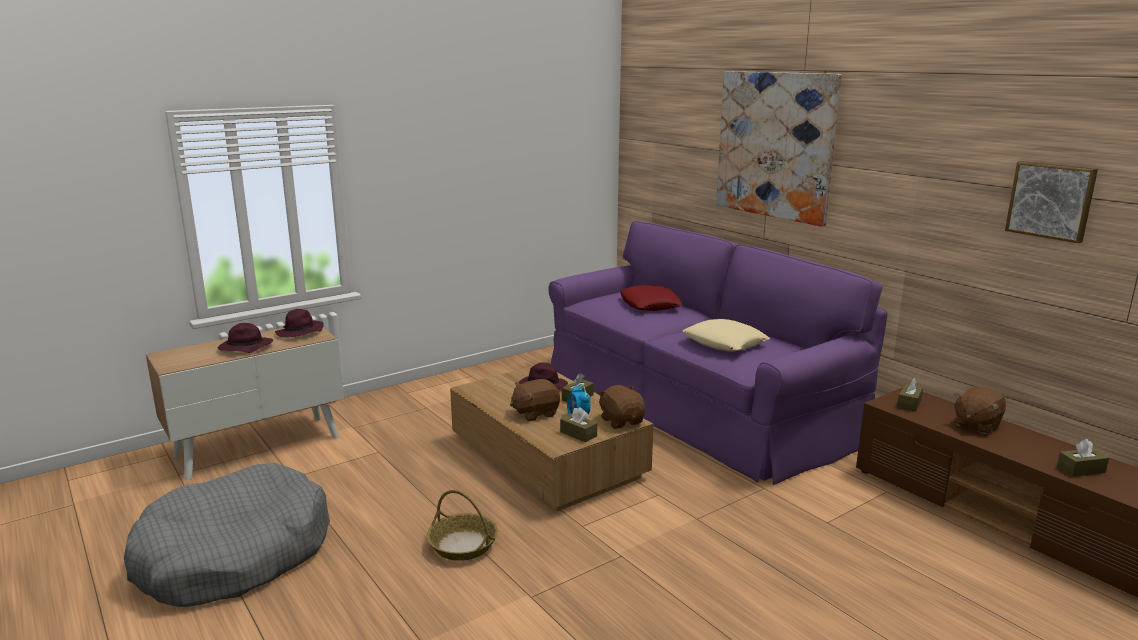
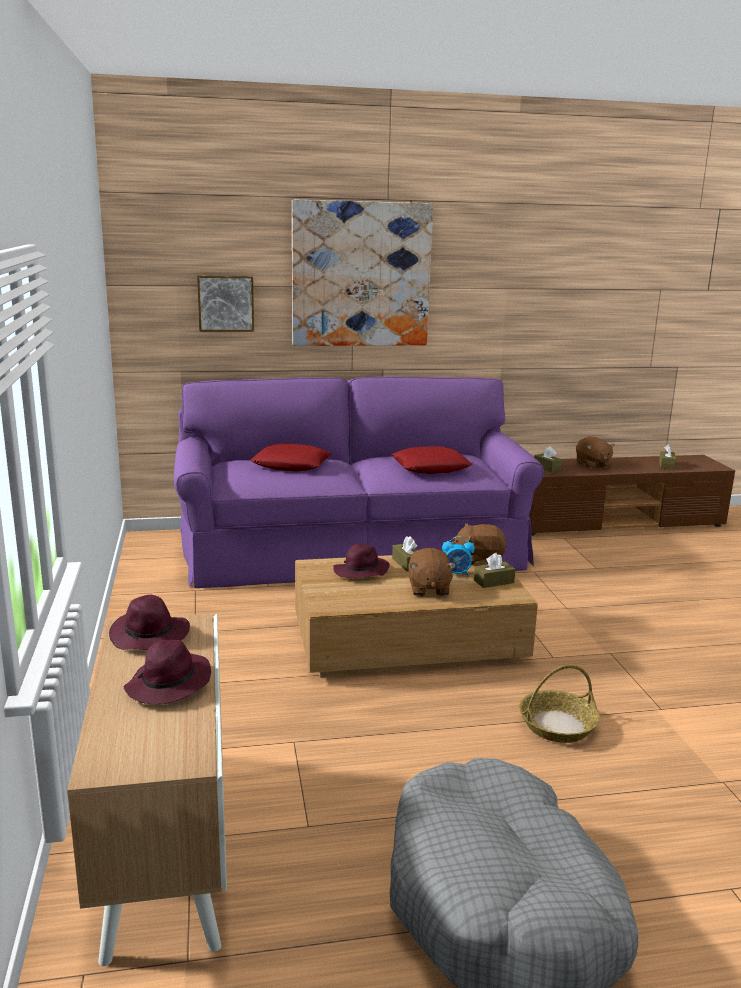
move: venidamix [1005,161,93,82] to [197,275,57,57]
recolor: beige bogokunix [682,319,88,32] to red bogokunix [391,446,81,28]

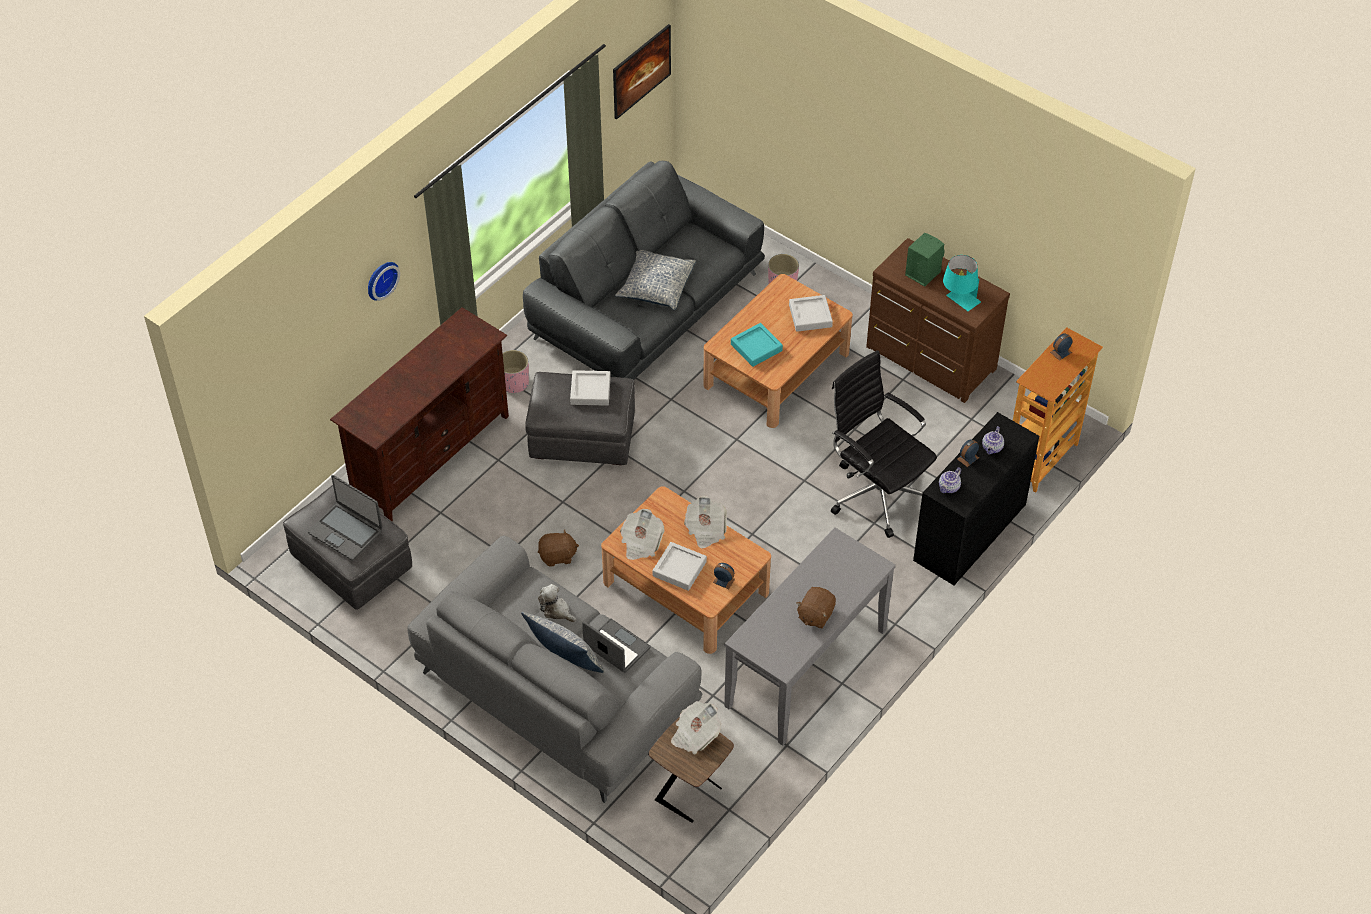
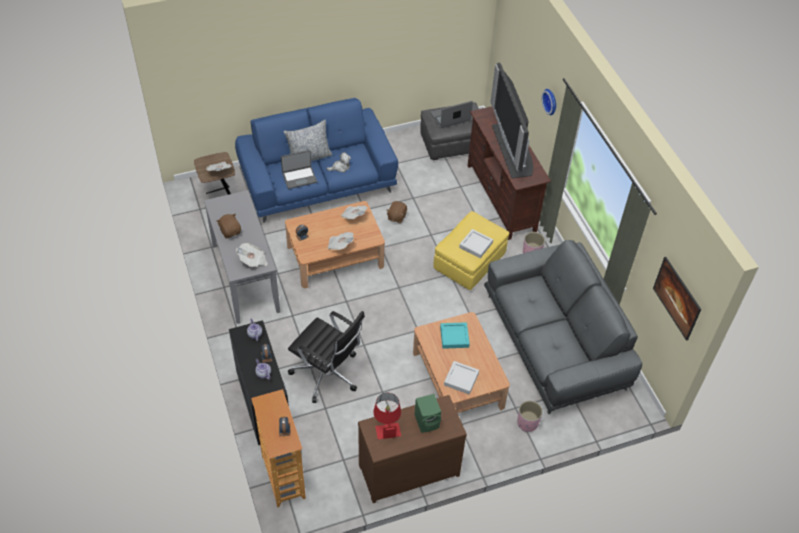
delete: bogokunix [615,250,81,60]; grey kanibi [653,542,54,49]
insert: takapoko [236,243,32,24]; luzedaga [490,63,43,115]
recolor: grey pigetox [407,535,295,268] to blue pigetox [235,98,163,125]; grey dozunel [525,372,110,93] to yellow dozunel [433,211,77,79]; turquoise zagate [943,255,38,56] to red zagate [373,393,28,47]
rotate: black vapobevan [831,350,106,188] = [288,311,77,92] 45 degrees clockwise

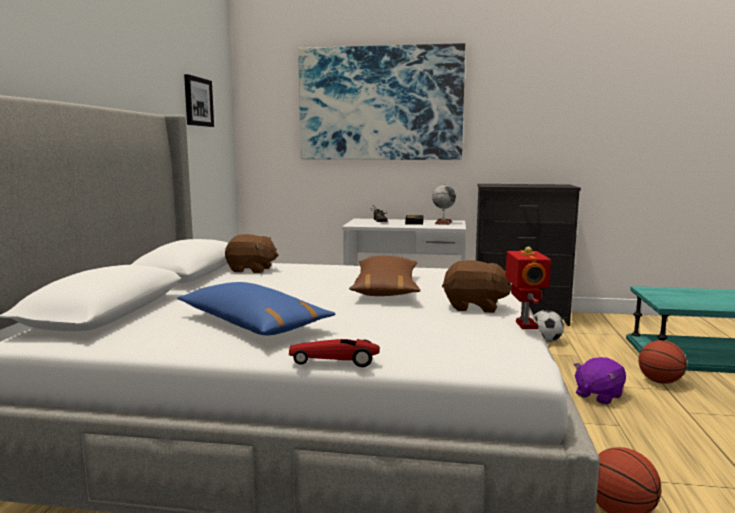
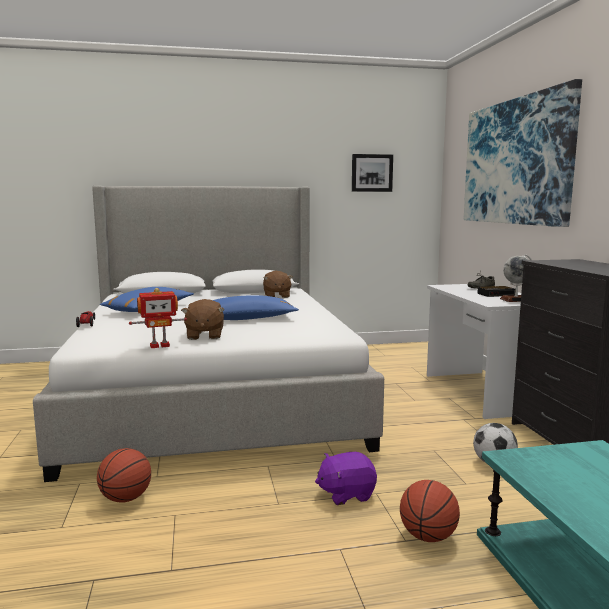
recolor: brown bogokunix [349,256,71,40] to blue bogokunix [213,295,86,25]
rotate: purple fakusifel [574,357,52,47] = [315,452,62,53] 45 degrees counterclockwise

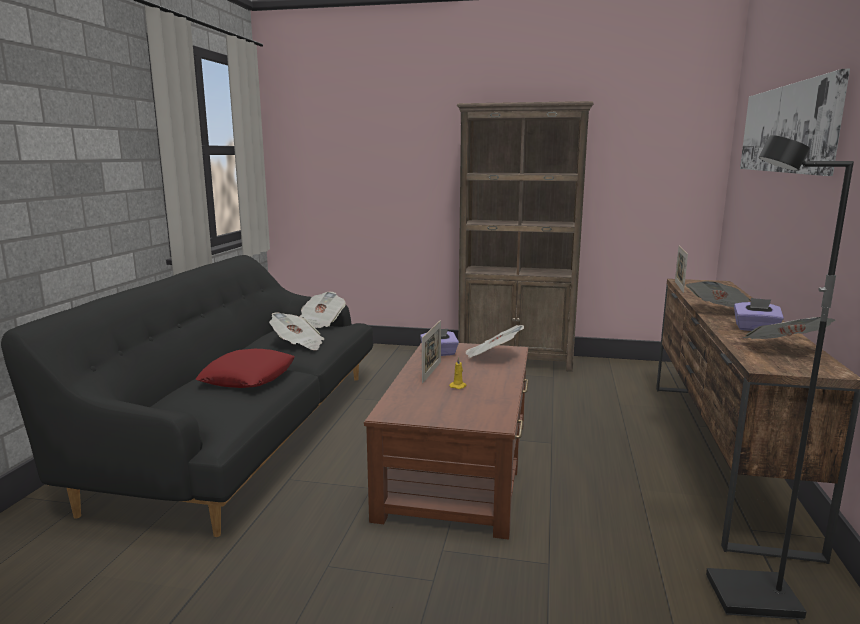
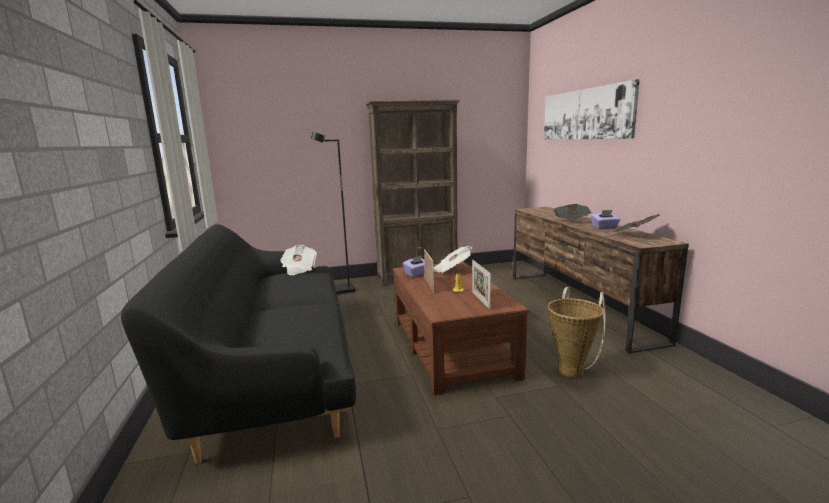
delete: red bogokunix [195,349,100,39]; takapoko [269,312,56,38]
insert: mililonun [548,287,58,91]
move: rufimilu [675,246,13,47] to [472,260,19,49]; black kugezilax [706,135,148,485] to [311,132,45,163]

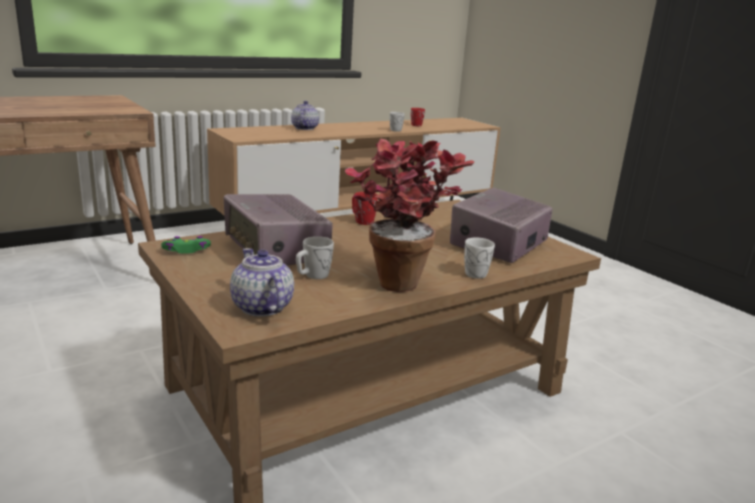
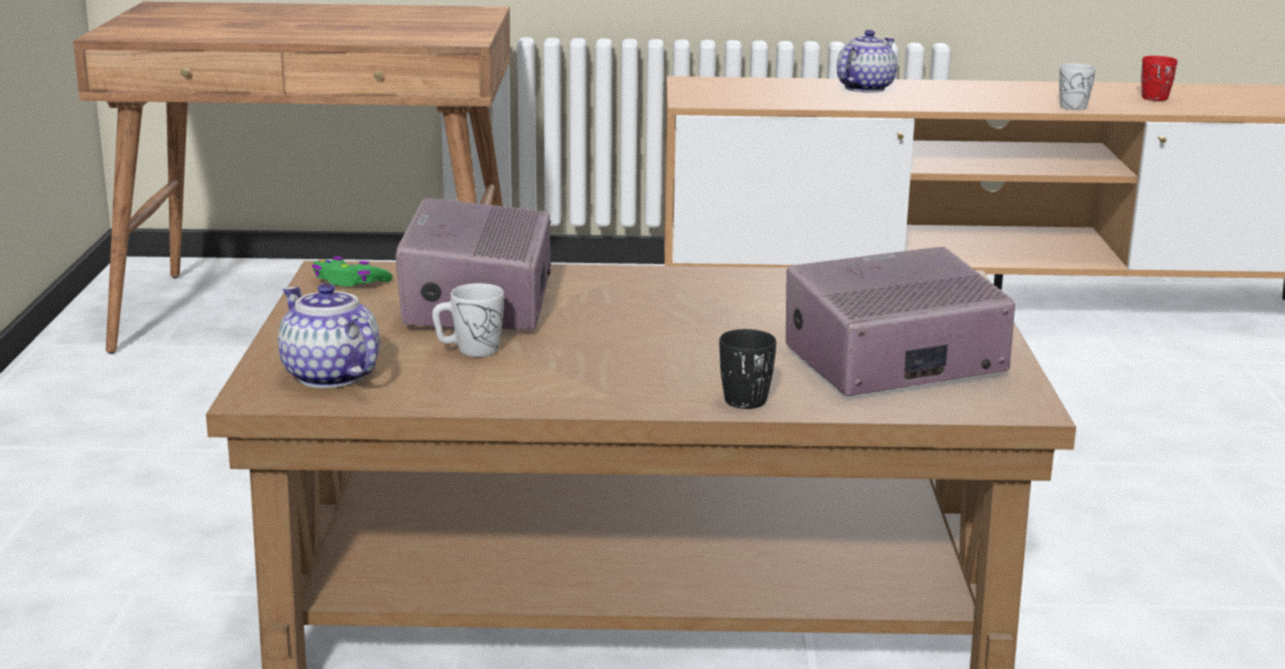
delete: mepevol [345,138,129,154]; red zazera [352,192,26,33]
recolor: white zazera [464,237,31,42] to black zazera [719,329,57,80]
rotate: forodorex [230,248,64,69] = [278,283,102,106] 45 degrees counterclockwise

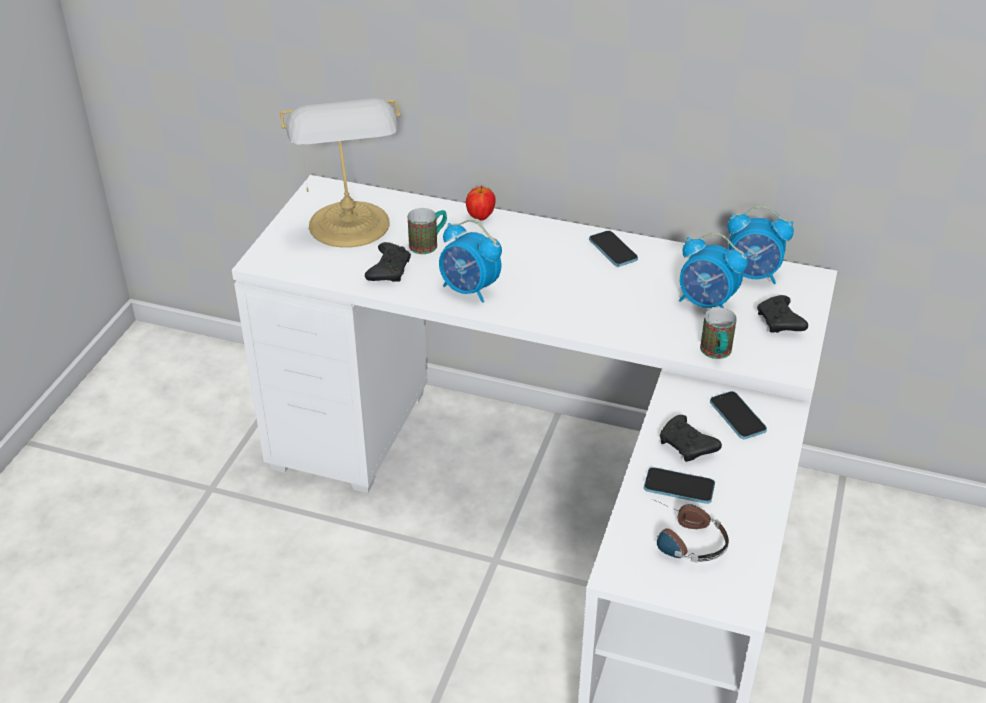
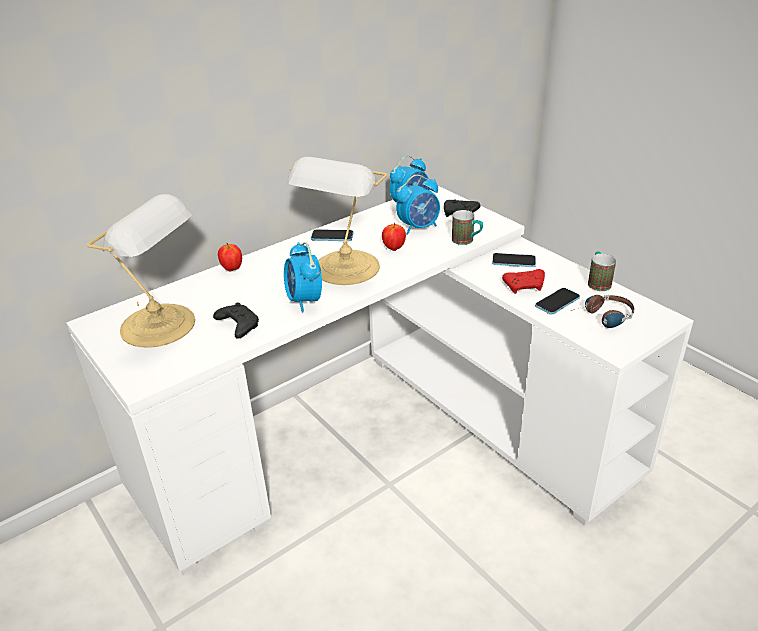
insert: zagate [287,157,101,128]; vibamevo [382,223,24,28]
move: zazera [408,208,39,46] to [588,251,28,40]
recolor: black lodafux [660,415,62,47] to red lodafux [502,269,43,25]
rotate: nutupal [439,220,63,83] = [284,242,38,70] 90 degrees clockwise

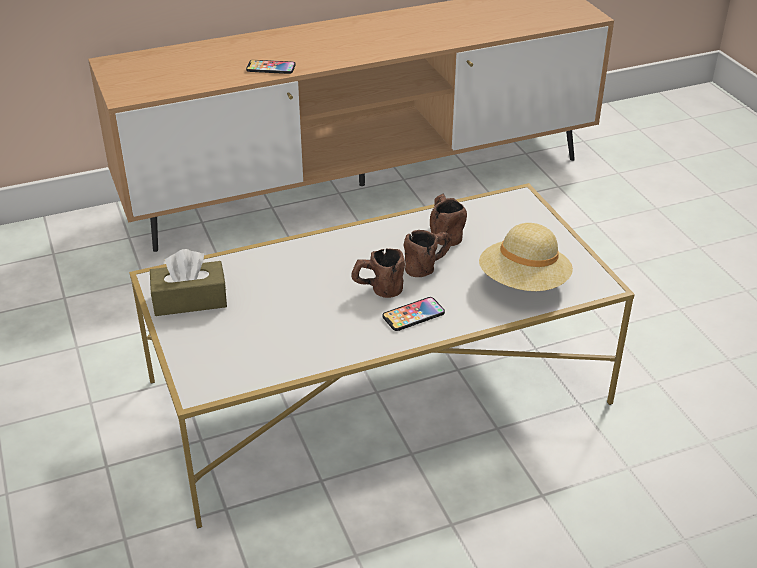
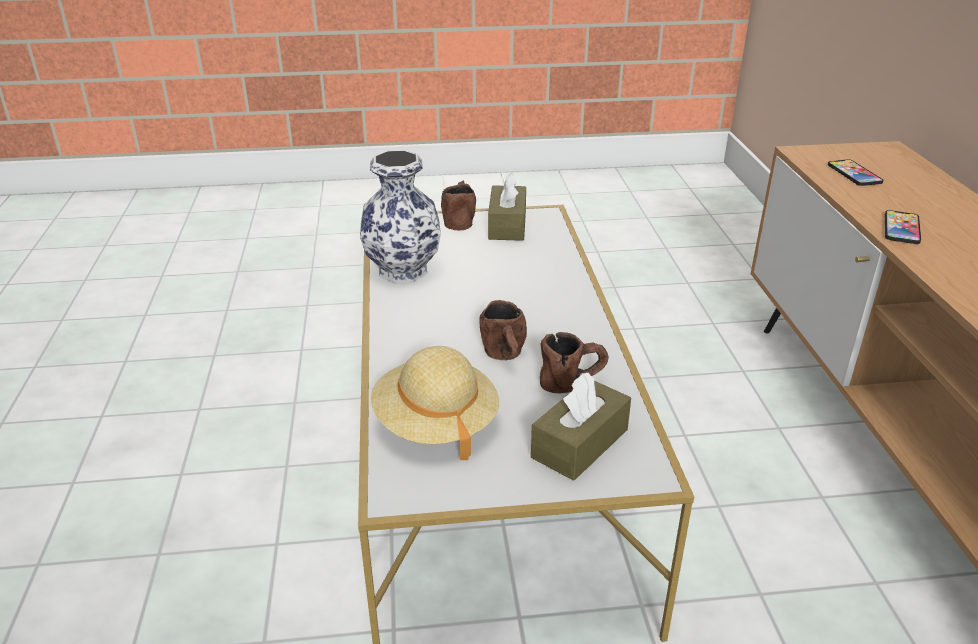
insert: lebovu [360,150,81,133]; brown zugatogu [531,373,100,108]
move: brown zazera [351,248,54,50] to [441,180,35,50]; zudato [382,297,63,34] to [828,159,55,27]

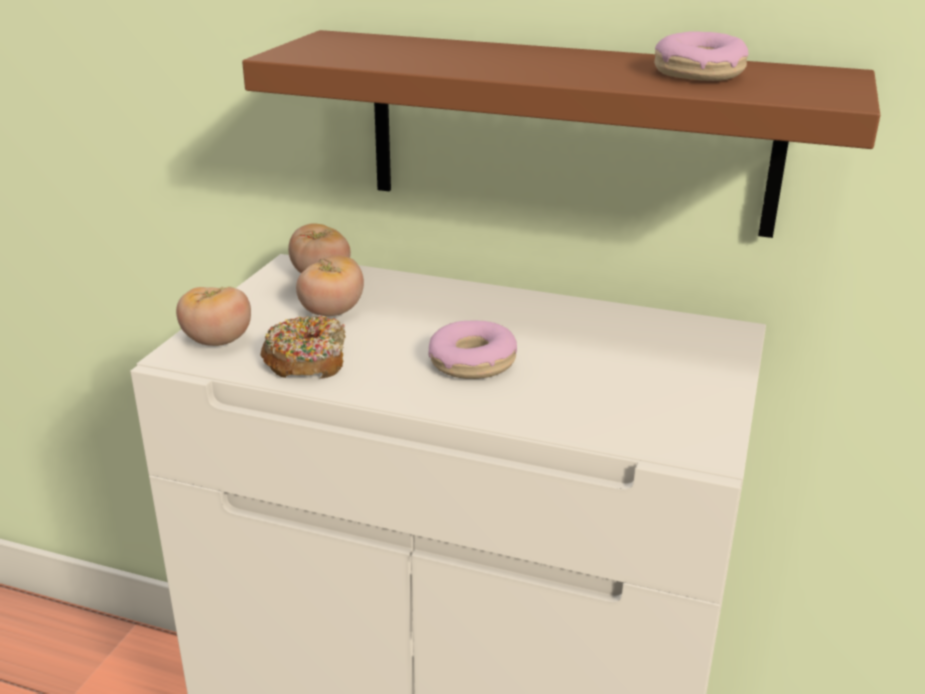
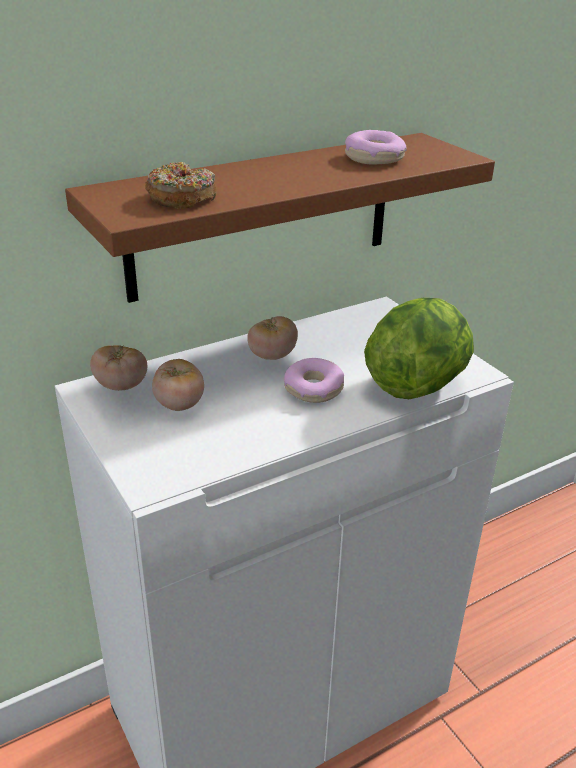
insert: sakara [364,298,110,101]
move: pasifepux [176,287,75,59] to [247,316,51,44]; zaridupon [260,316,86,63] to [145,162,71,47]

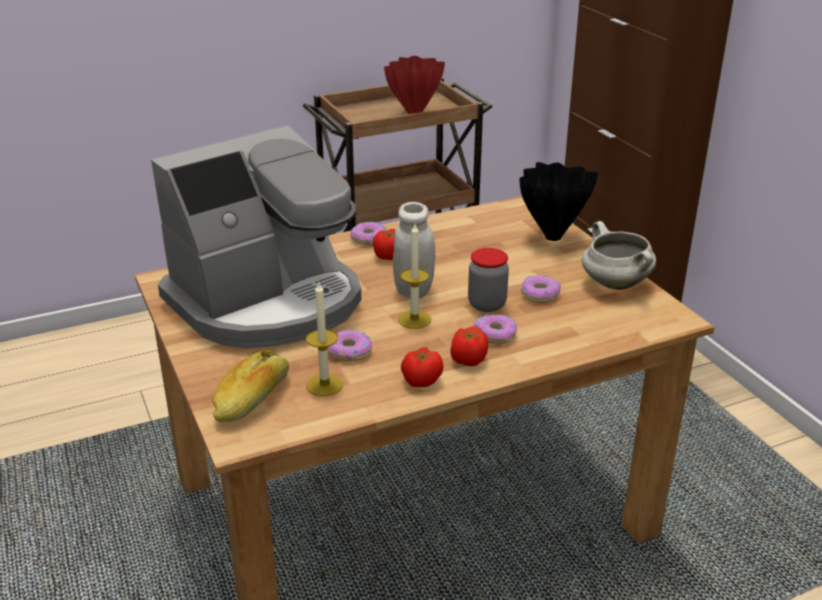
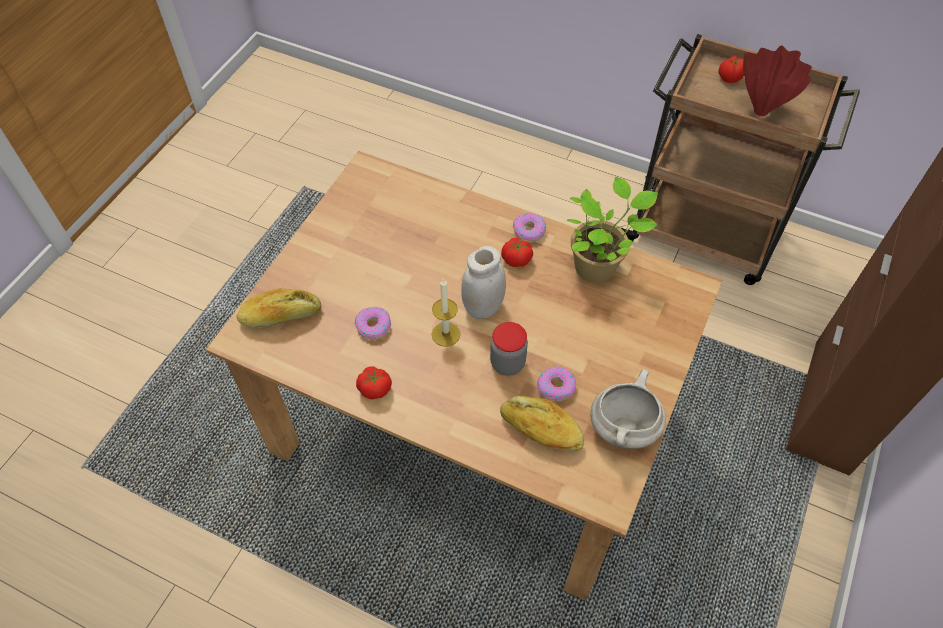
delete: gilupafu [151,126,210,222]; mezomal [306,283,37,113]; zaridupon [473,315,44,29]; black lebovu [519,162,79,79]
insert: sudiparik [500,396,84,55]; mepevol [567,177,91,106]
move: pasifepux [450,326,38,40] to [719,56,25,27]

